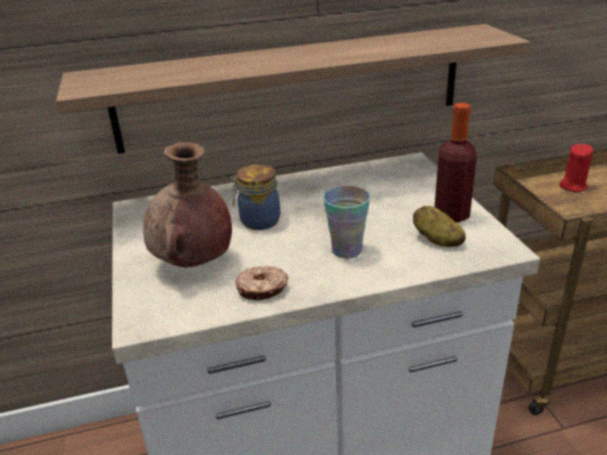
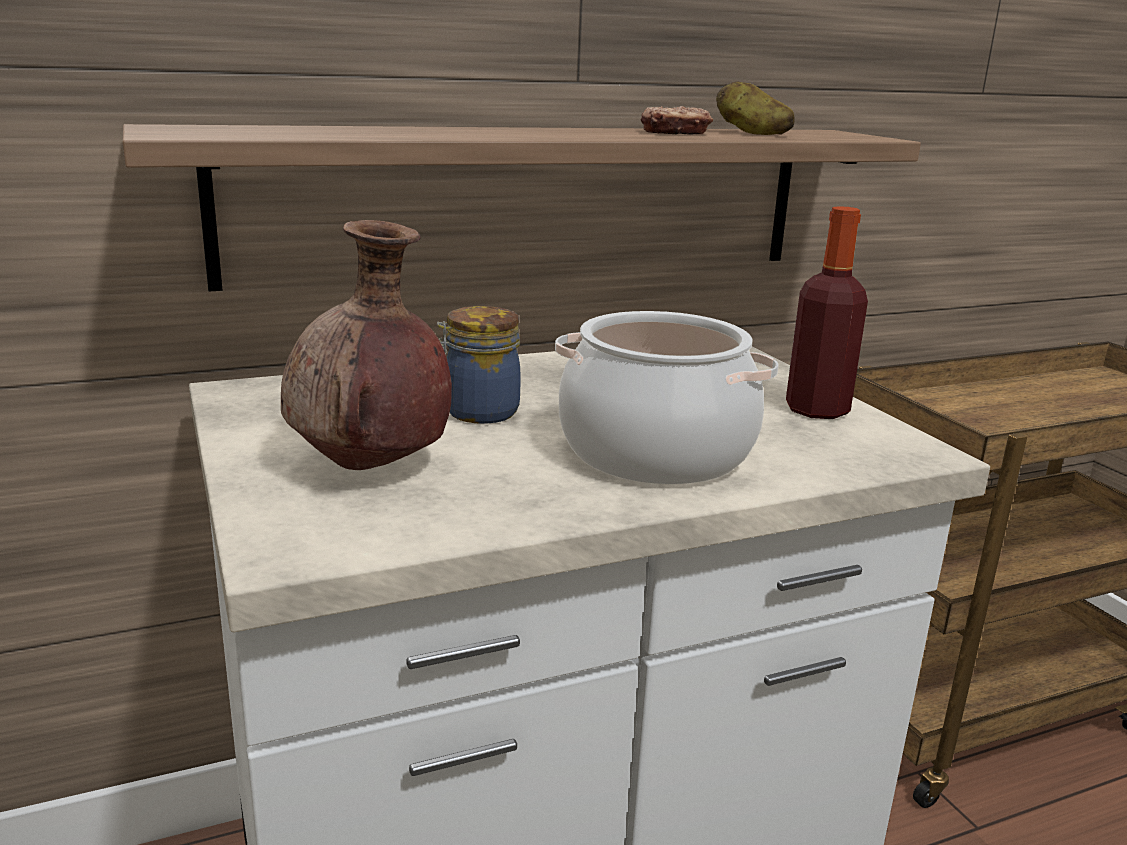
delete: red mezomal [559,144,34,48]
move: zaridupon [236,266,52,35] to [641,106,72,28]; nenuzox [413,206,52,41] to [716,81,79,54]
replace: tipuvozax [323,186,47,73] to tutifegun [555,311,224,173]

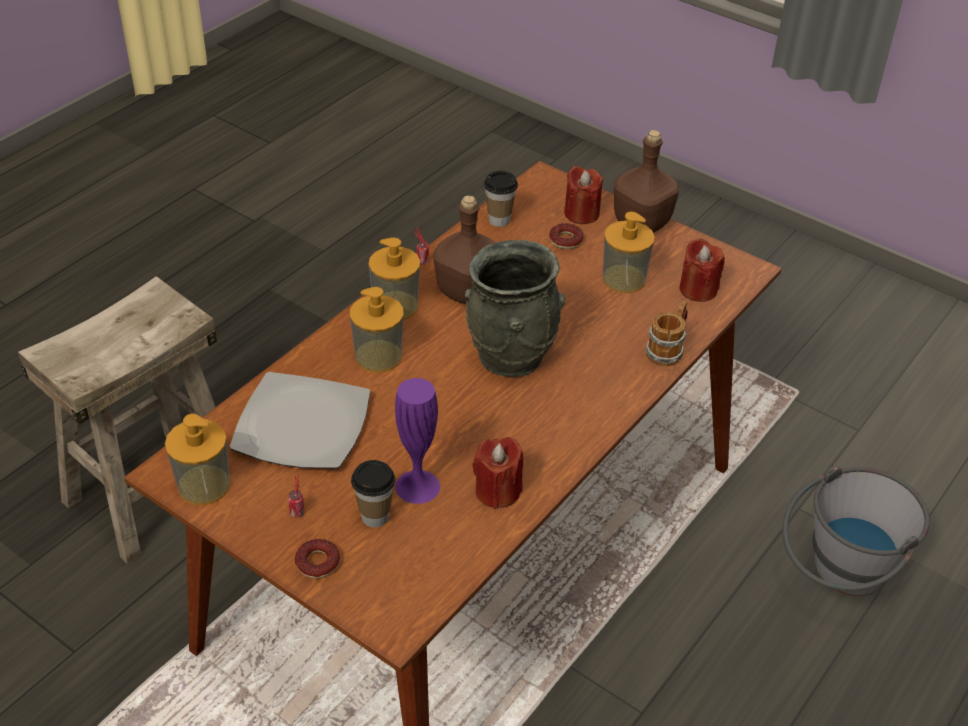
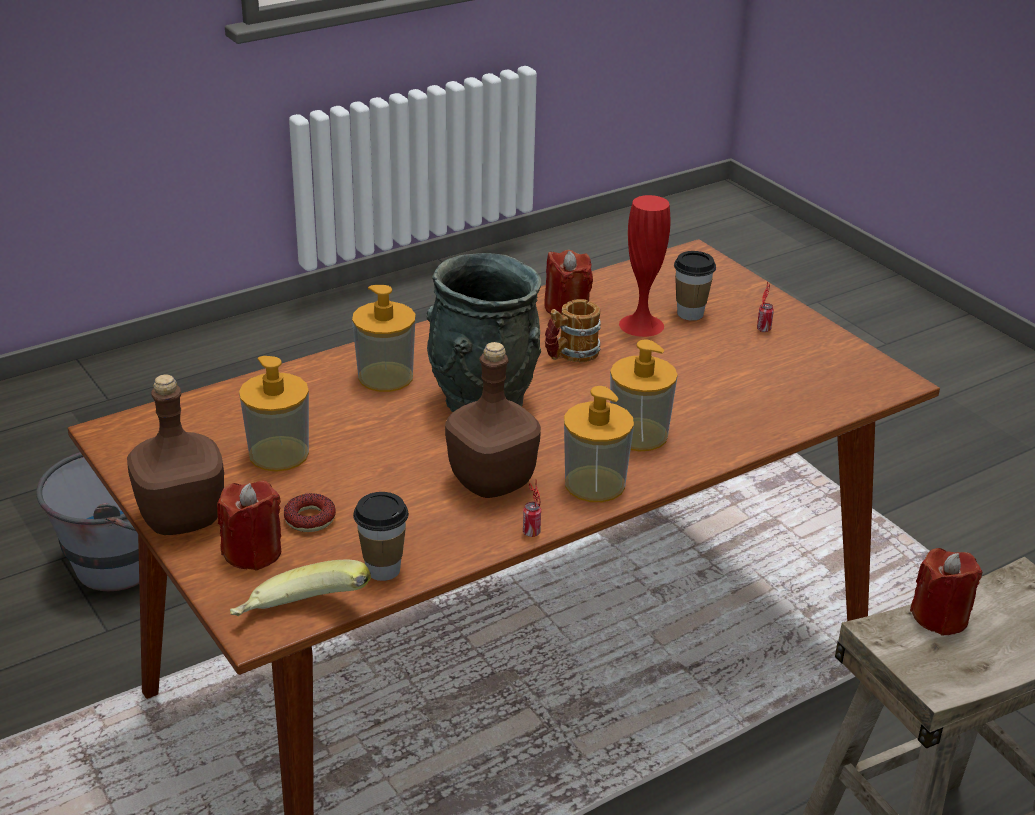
delete: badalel [230,372,140,97]; zaridupon [295,539,45,39]
insert: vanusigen [230,560,141,56]
move: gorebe [165,414,65,91] to [352,285,64,107]; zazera [645,301,43,65] to [545,299,56,63]; red mezomal [679,238,46,64] to [910,548,72,88]
recolor: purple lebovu [395,378,45,126] to red lebovu [619,195,51,142]

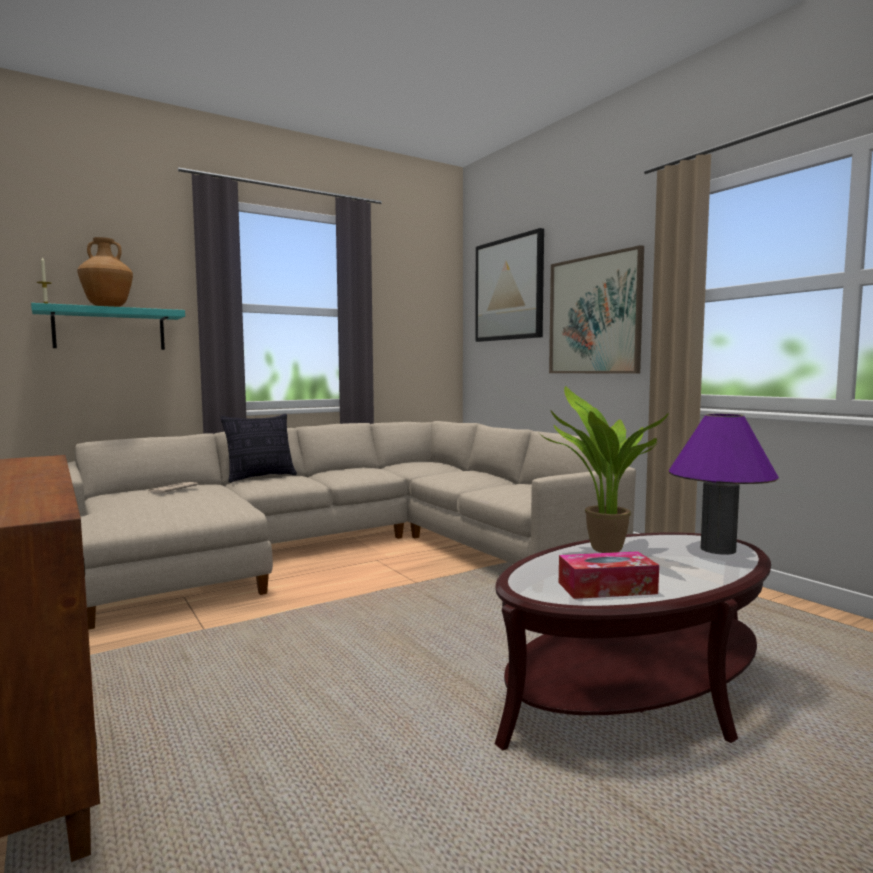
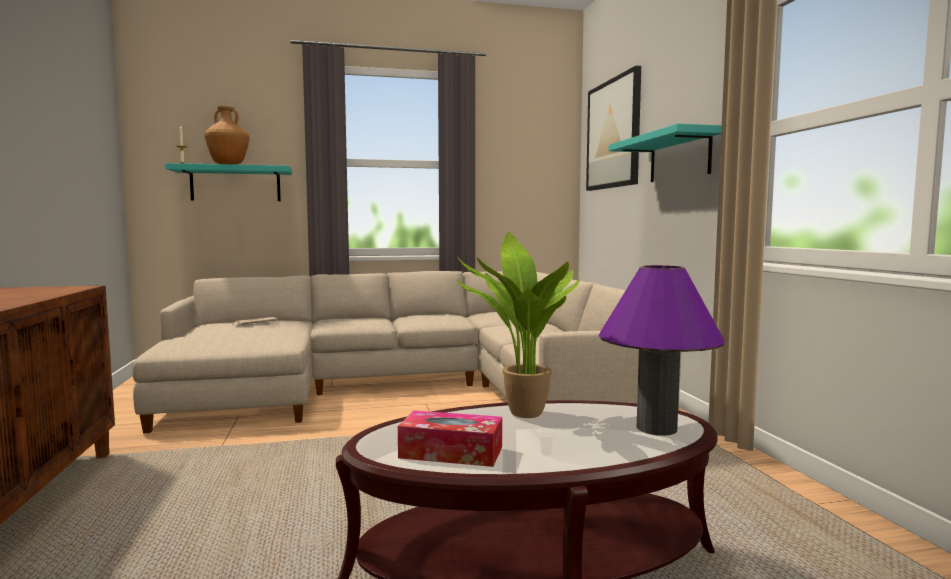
delete: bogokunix [220,414,77,69]
replace: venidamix [549,245,95,128] to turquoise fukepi [609,123,113,59]

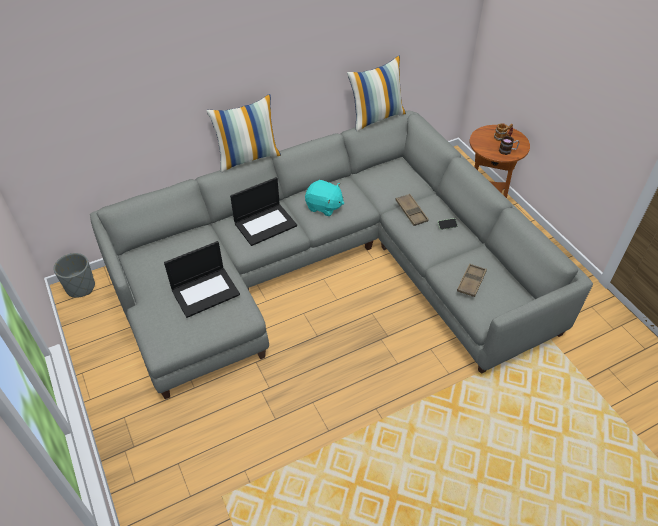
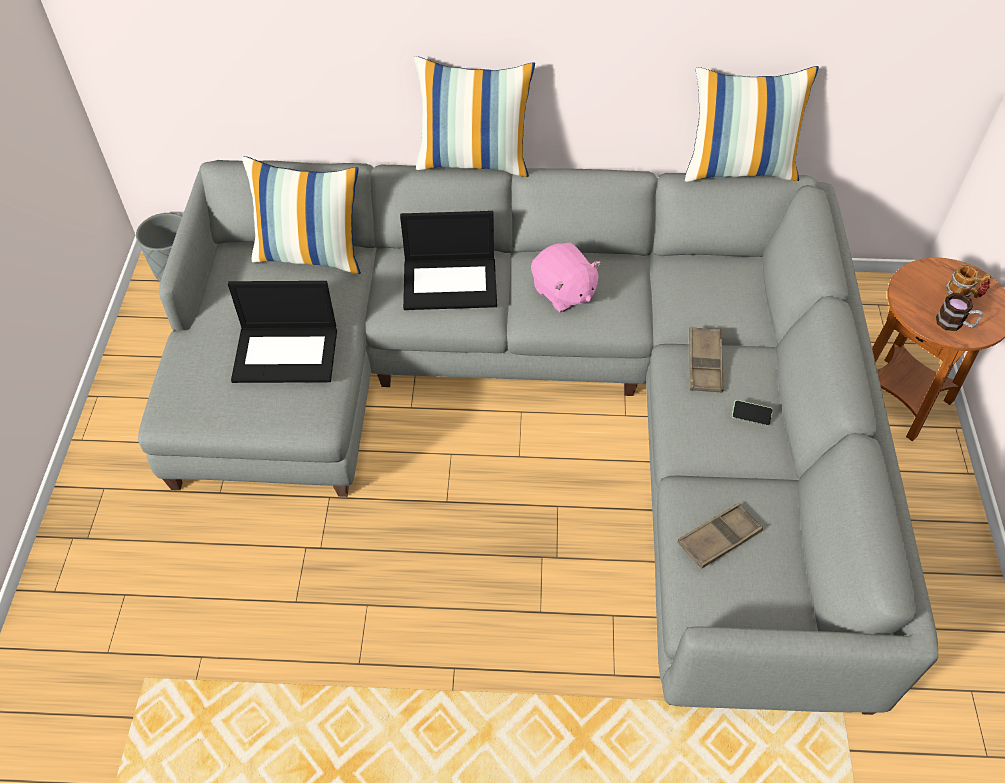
insert: bogokunix [242,156,119,118]
recolor: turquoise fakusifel [305,180,39,36] to pink fakusifel [531,243,70,69]

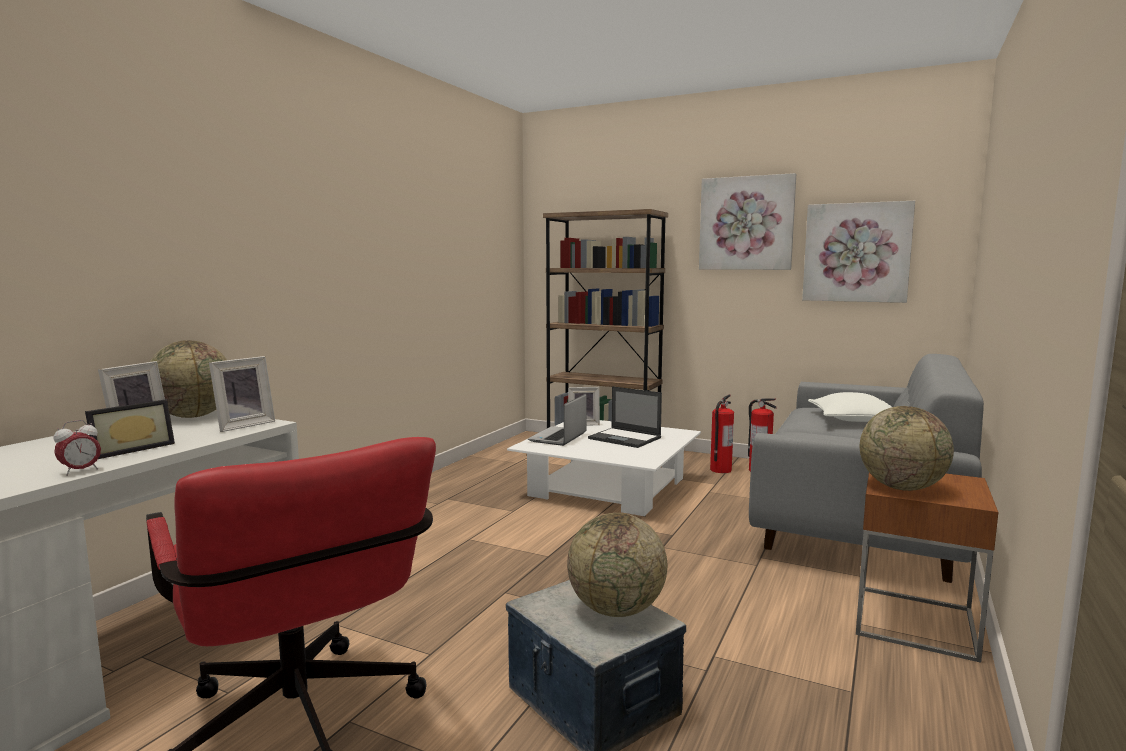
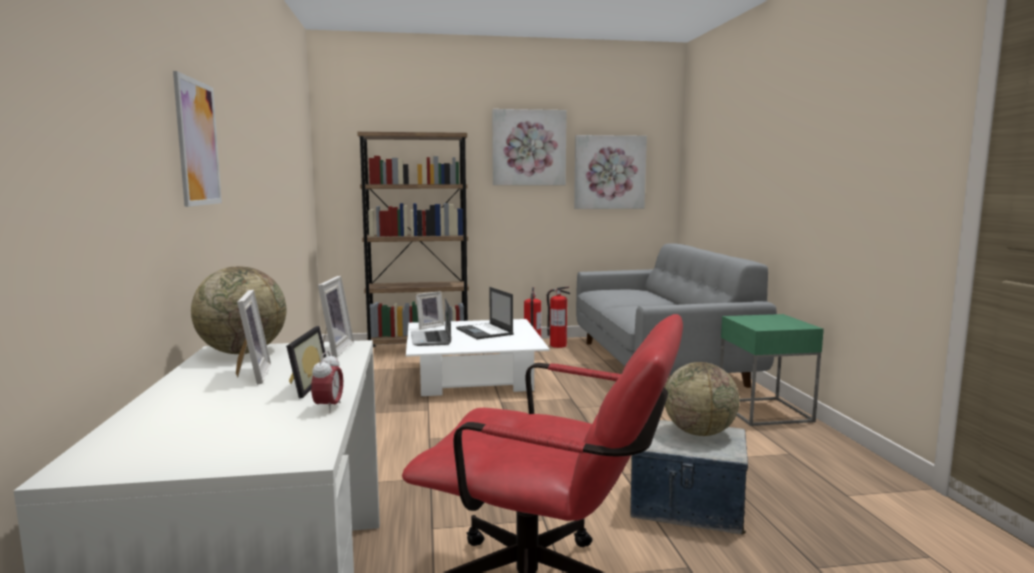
delete: white bogokunix [808,392,84,30]; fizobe [860,406,94,85]
insert: venidamix [173,71,49,136]
recolor: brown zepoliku [856,473,142,190] to green zepoliku [720,314,104,112]
rotate: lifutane [588,386,74,62] = [456,287,58,52] 60 degrees clockwise

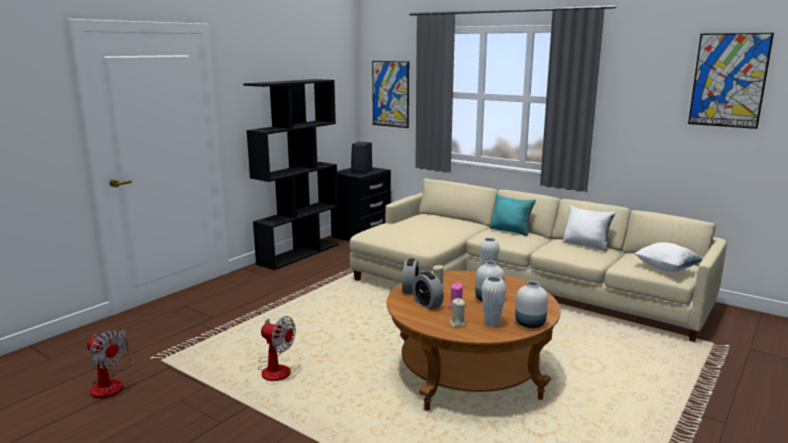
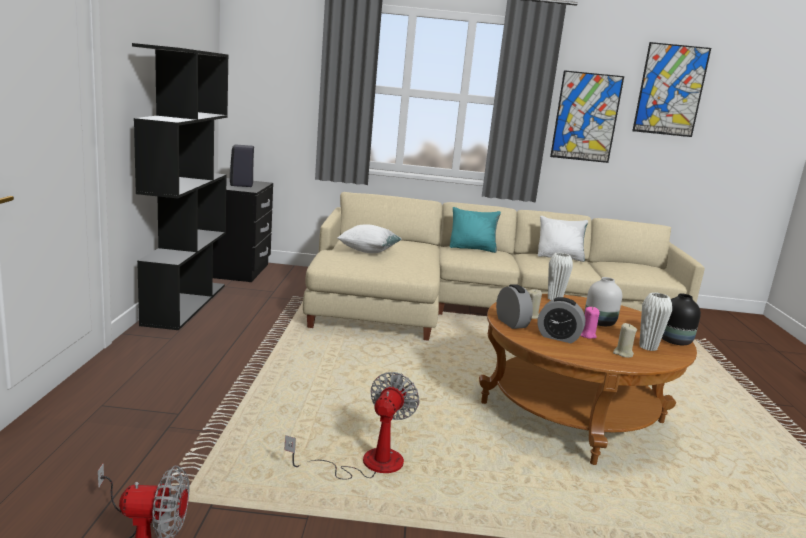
move: venidamix [372,61,37,67] to [550,70,74,93]; white bogokunix [634,242,69,30] to [337,225,65,28]
recolor: white lebovu [515,281,33,47] to black lebovu [662,293,39,52]
rotate: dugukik [258,316,38,65] = [285,372,135,107] 60 degrees counterclockwise

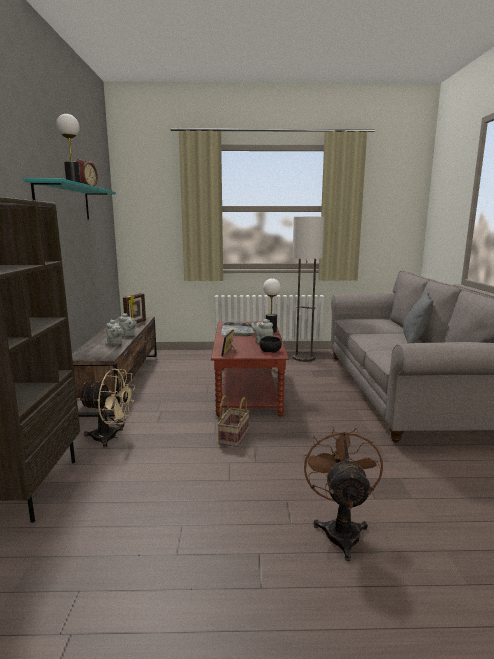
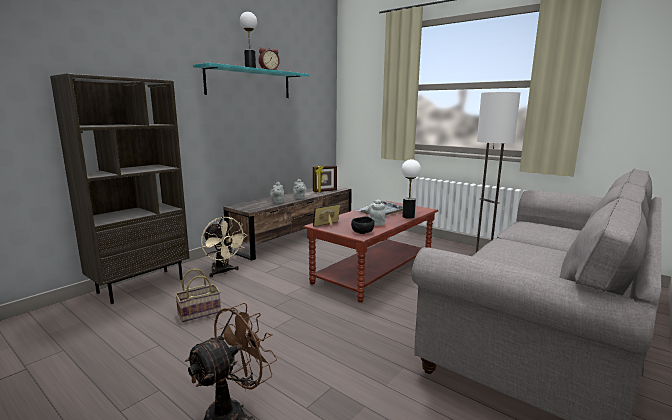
delete: grey bogokunix [403,291,30,52]
move: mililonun [218,395,31,52] to [175,269,46,53]

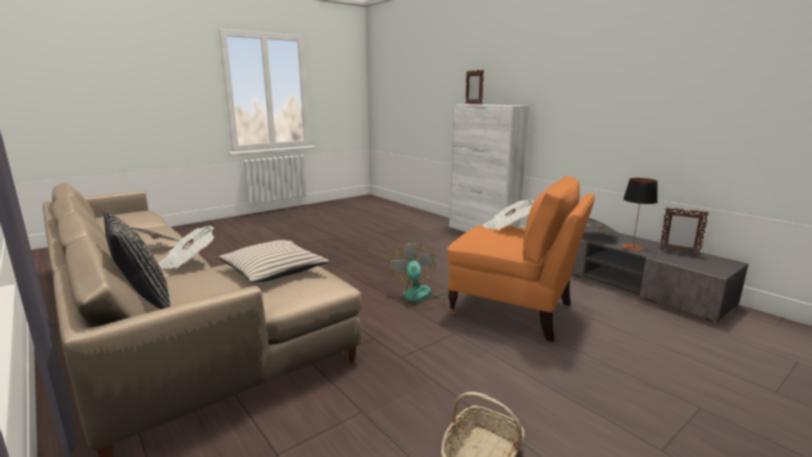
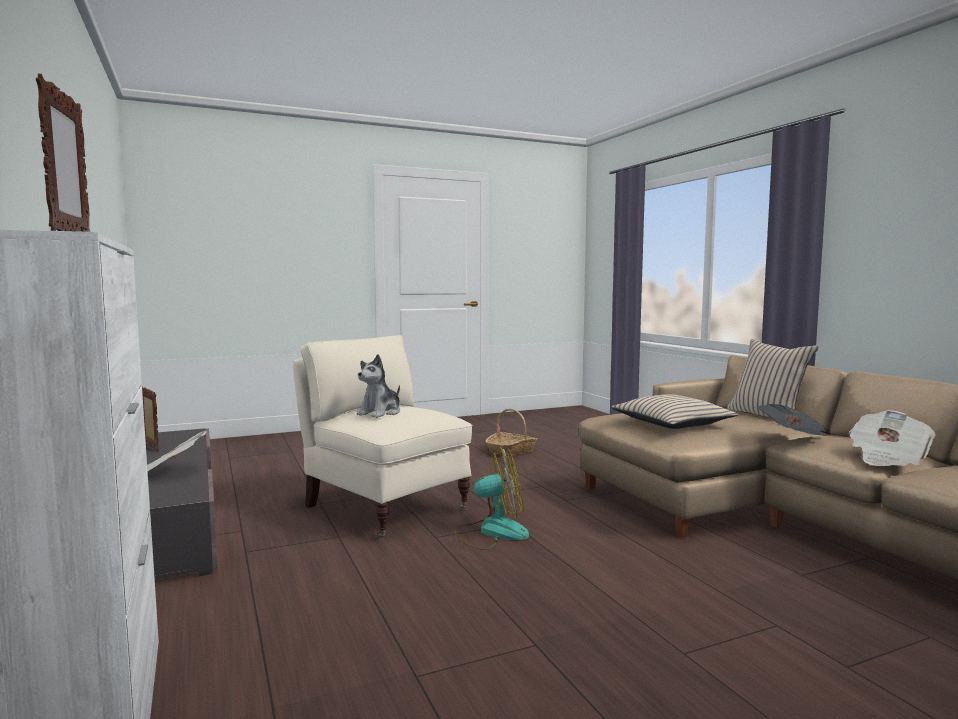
delete: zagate [622,178,36,73]
replace: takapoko [483,200,51,30] to fakusifel [357,354,43,64]
recolor: black bogokunix [103,210,67,99] to beige bogokunix [727,339,91,79]; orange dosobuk [447,176,148,166] to beige dosobuk [293,335,180,203]
rotate: dugukik [389,243,59,67] = [455,447,74,103] 105 degrees counterclockwise

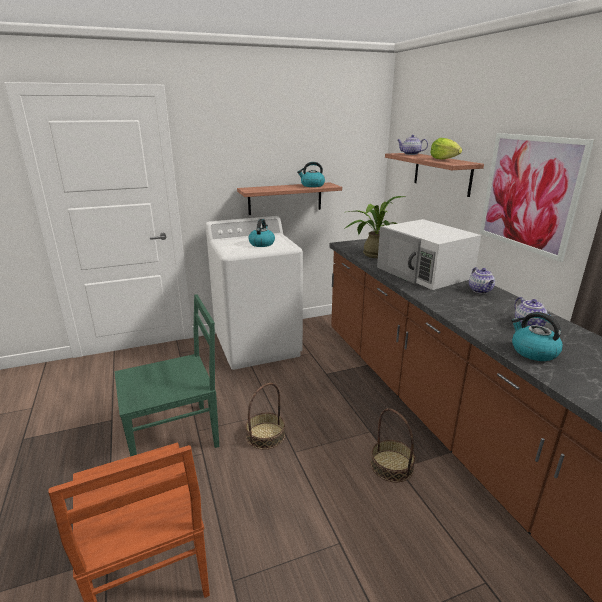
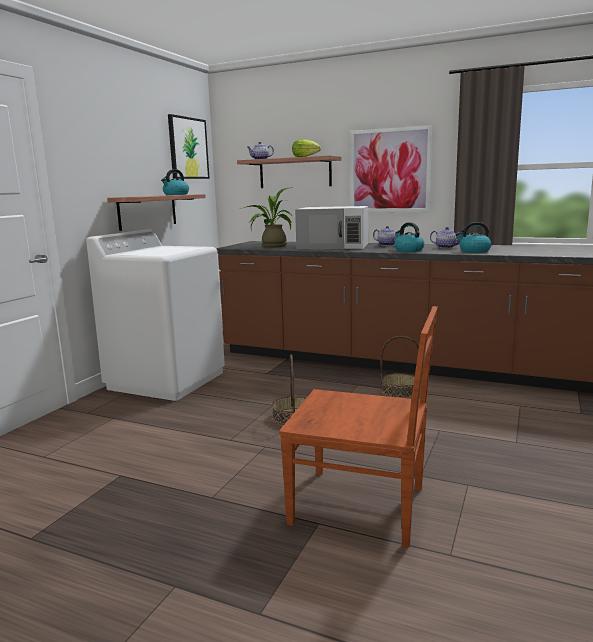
delete: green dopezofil [115,294,104,162]
insert: venidamix [168,114,42,65]
move: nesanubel [248,219,27,28] to [394,222,30,30]

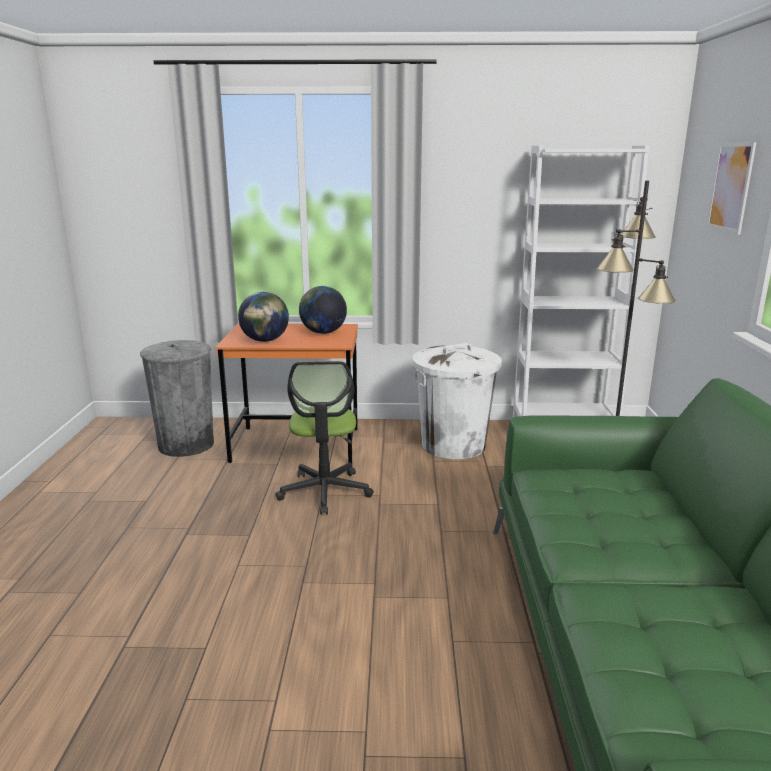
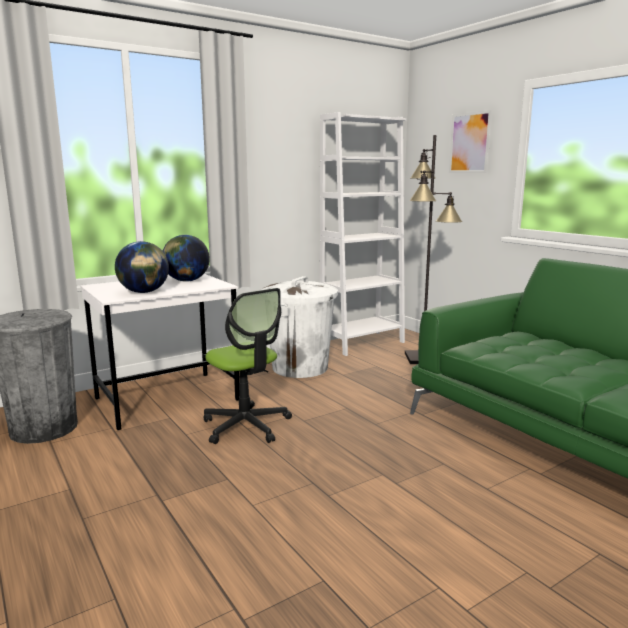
recolor: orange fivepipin [215,323,143,140] to white fivepipin [80,274,159,156]

